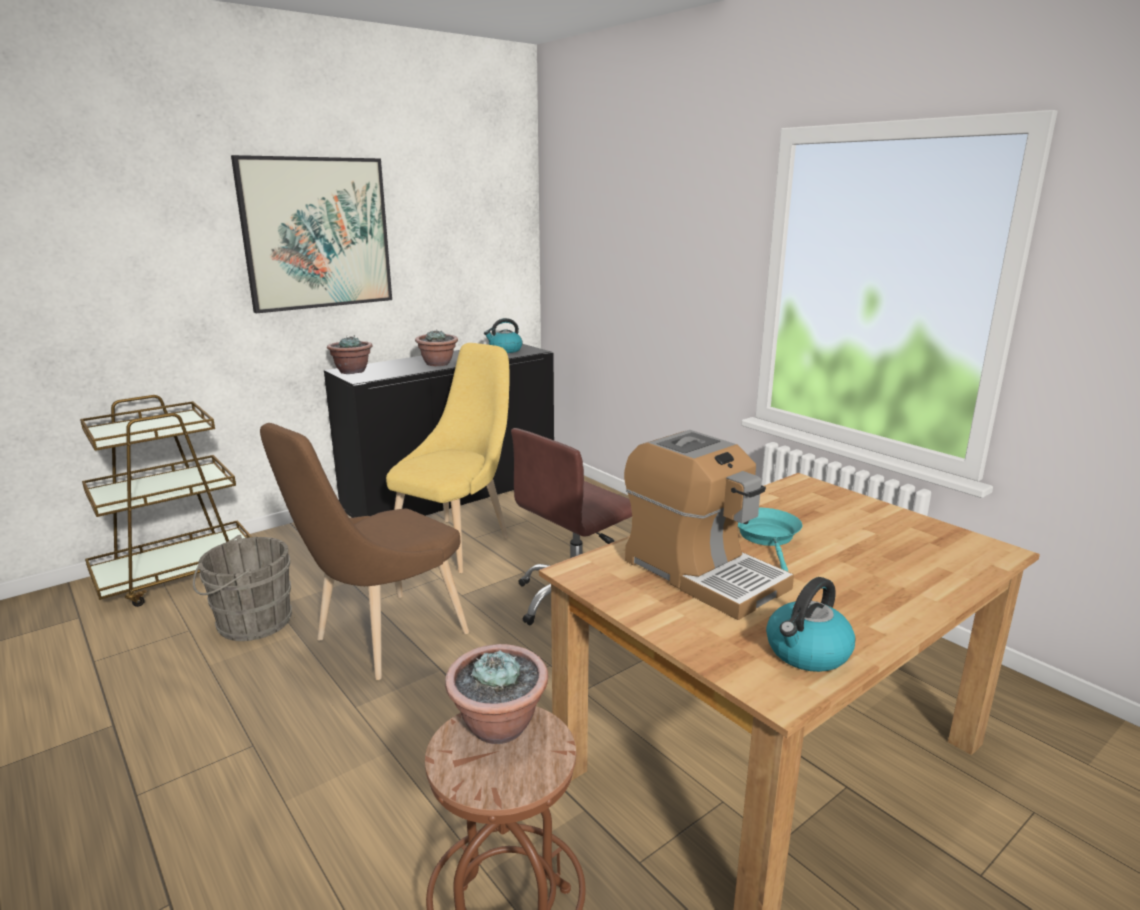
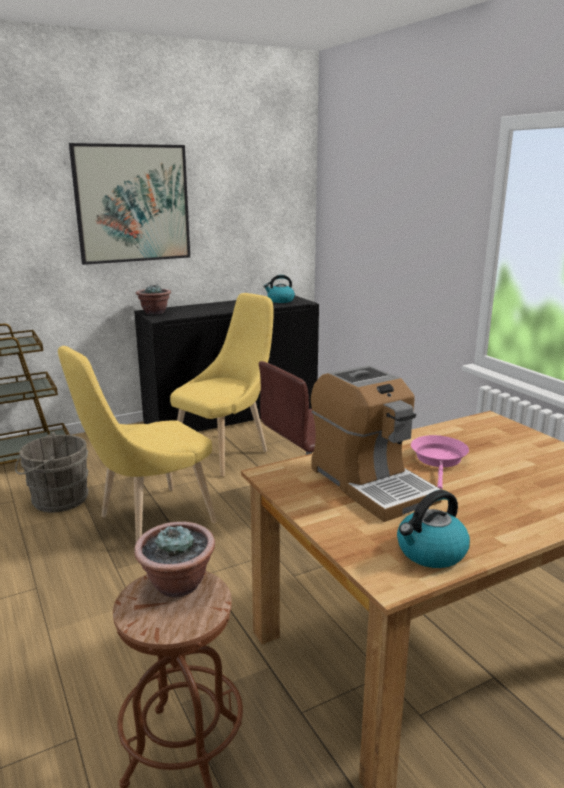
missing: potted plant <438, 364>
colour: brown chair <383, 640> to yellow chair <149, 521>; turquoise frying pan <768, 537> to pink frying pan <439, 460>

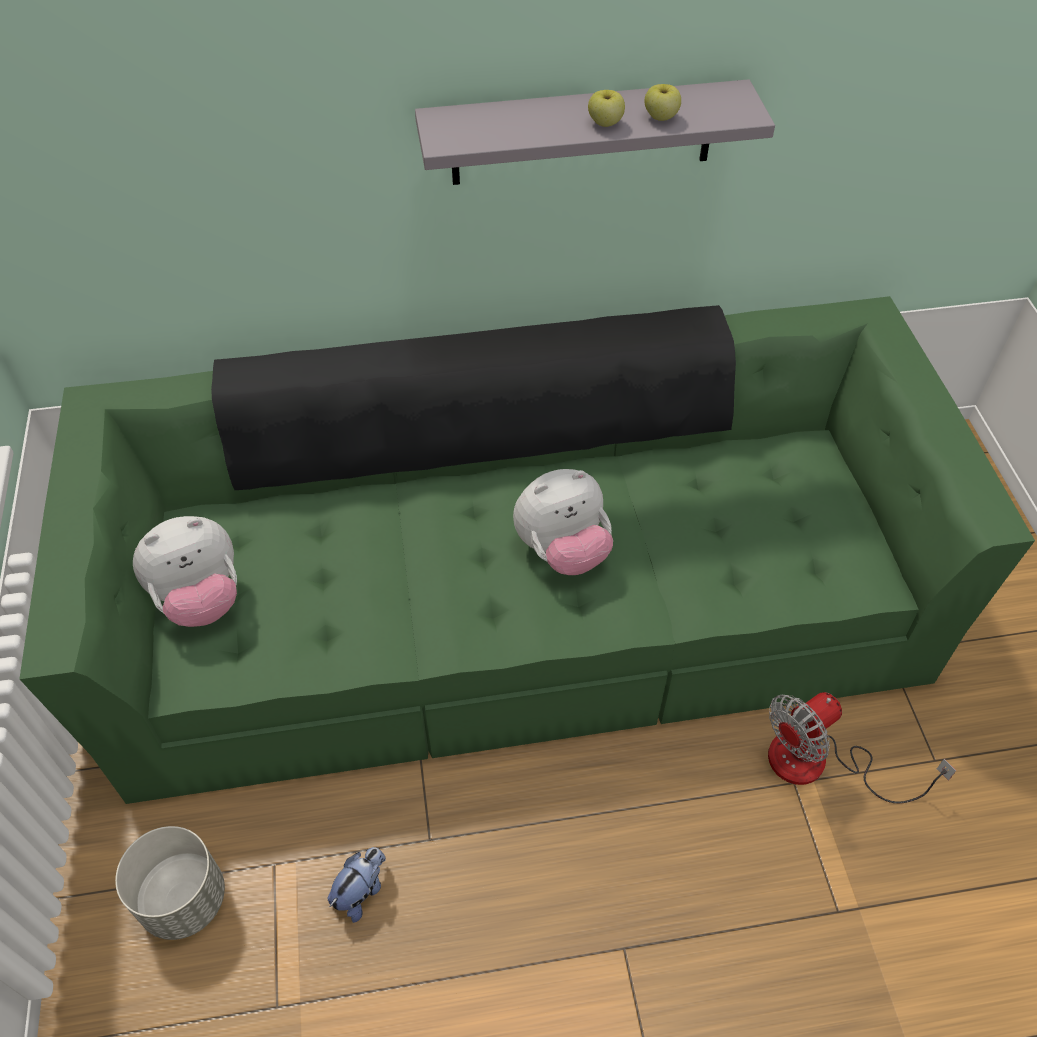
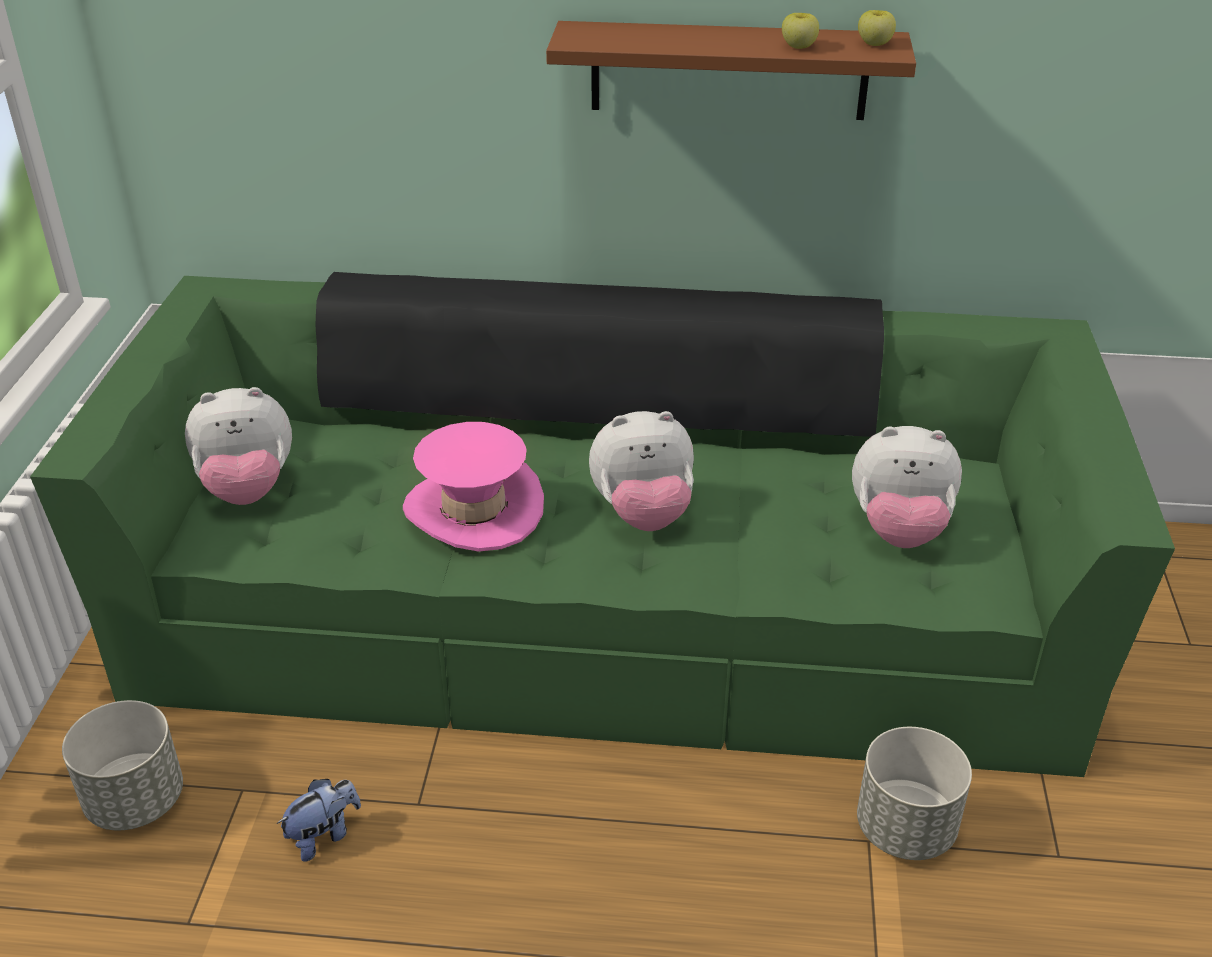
appeared: pink hat <474, 509>; plush toy <899, 530>
relocated: apple <605, 123> to <874, 44>
exchanged: fan <818, 764> to grey planter <906, 829>
colour: grey shelf <582, 133> to brown shelf <729, 70>

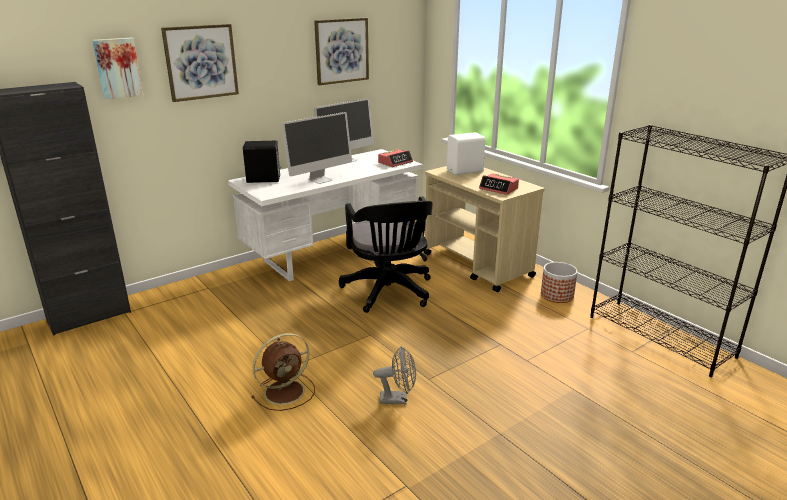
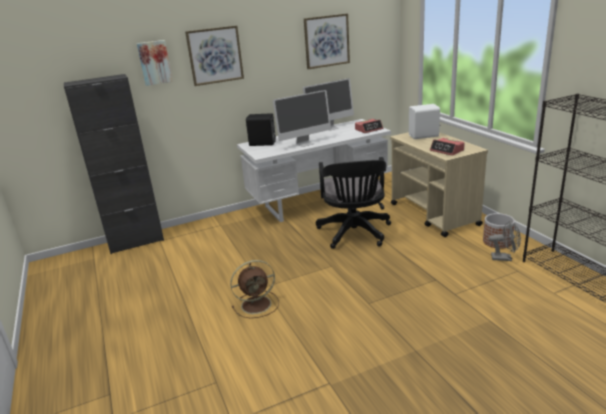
relocated: grey fan <398, 399> to <504, 258>

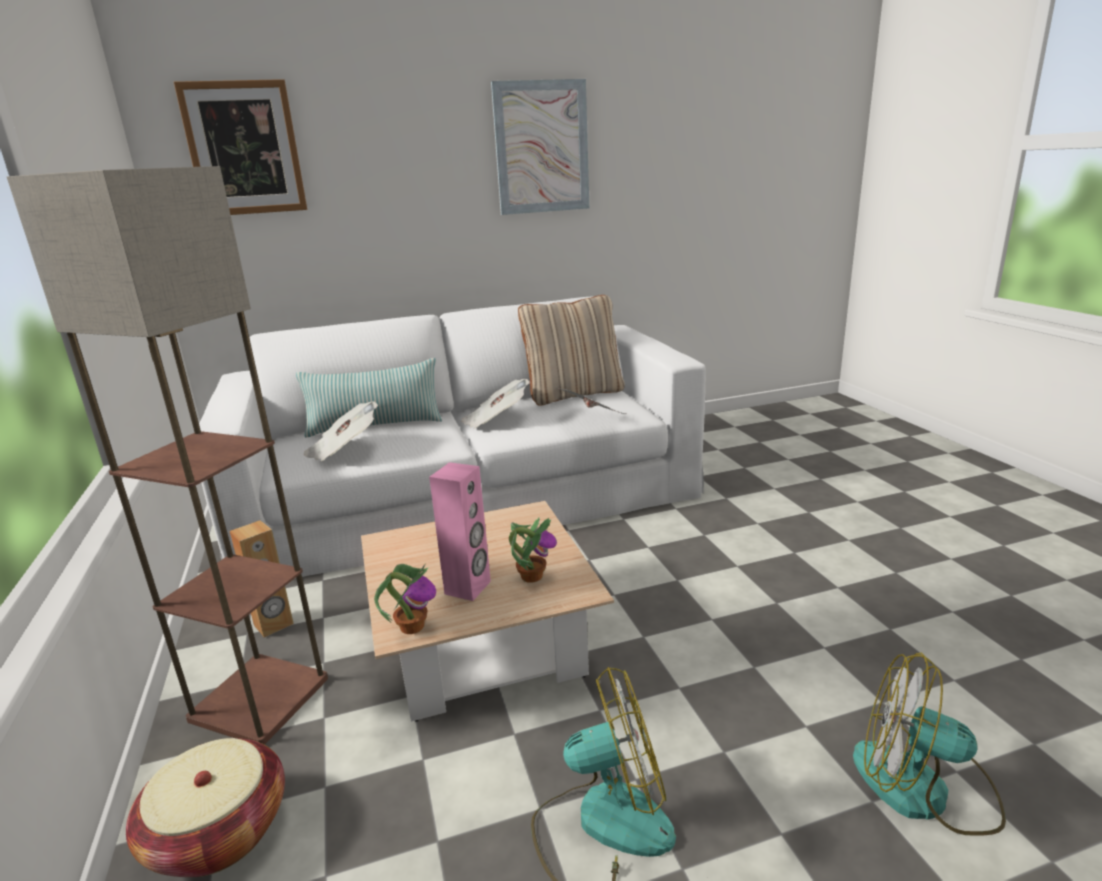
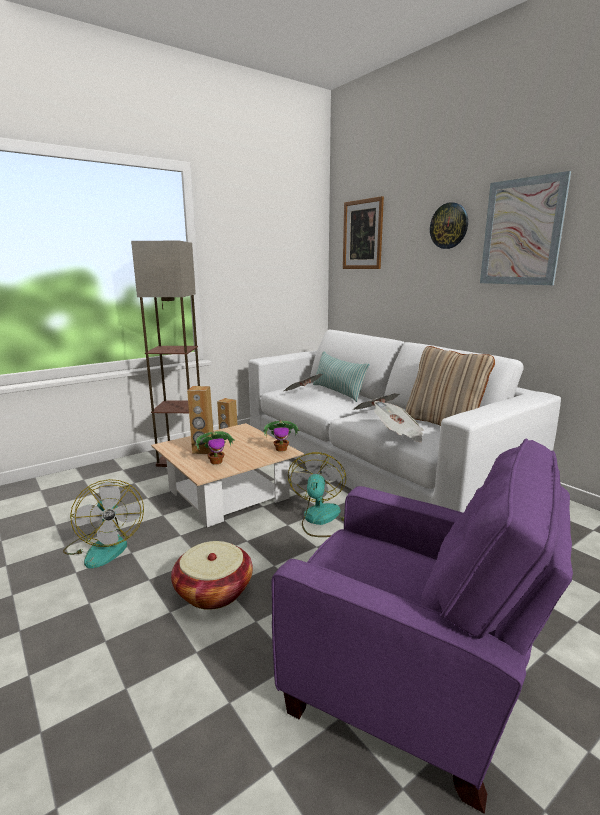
appeared: wall clock <449, 226>; purple armchair <409, 687>
relocated: potted plant <412, 626> to <281, 449>; fan <923, 788> to <322, 520>; basket <218, 832> to <214, 591>
colour: pink speaker <468, 588> to brown speaker <203, 450>

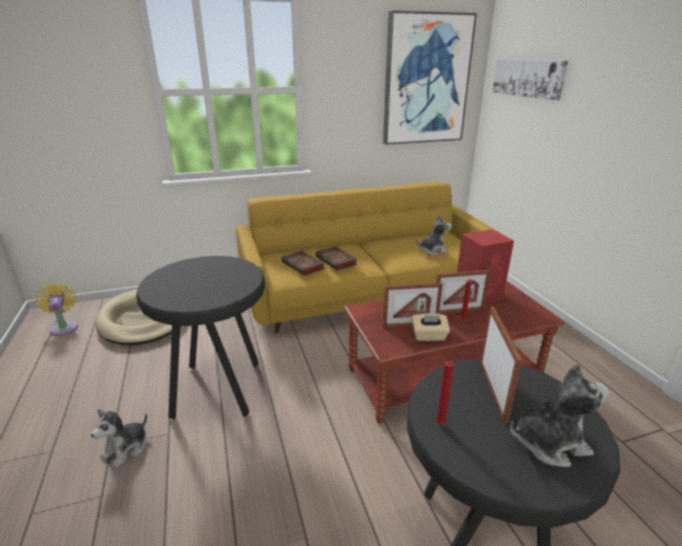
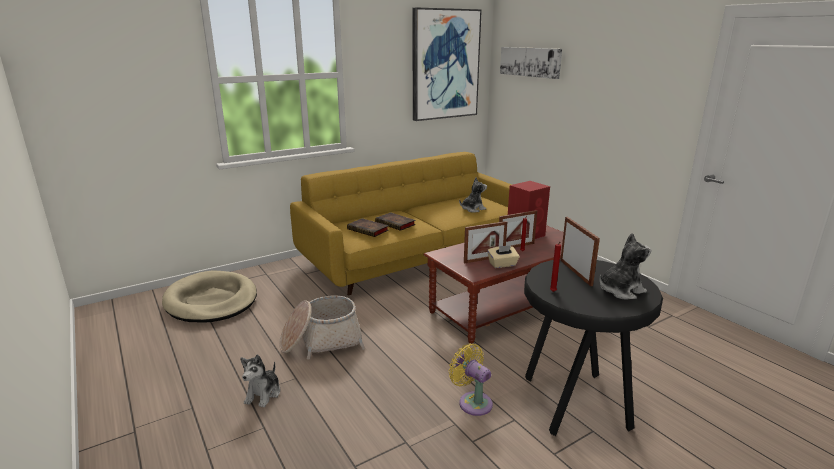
relocated: yellow fan <64, 327> to <472, 402>
exchanged: black stool <219, 388> to basket <321, 341>

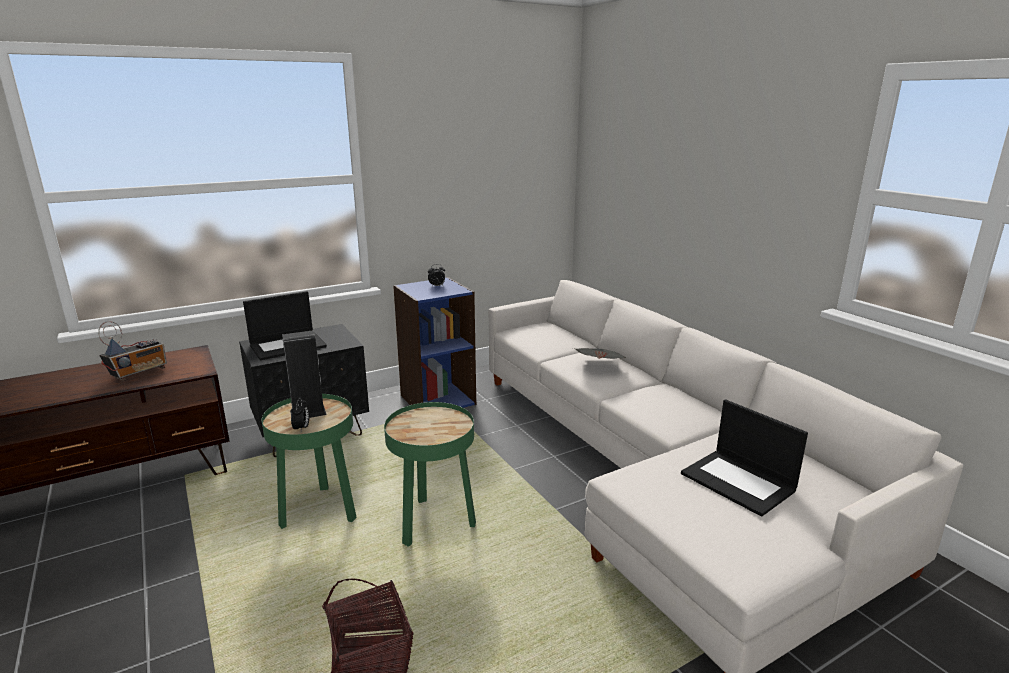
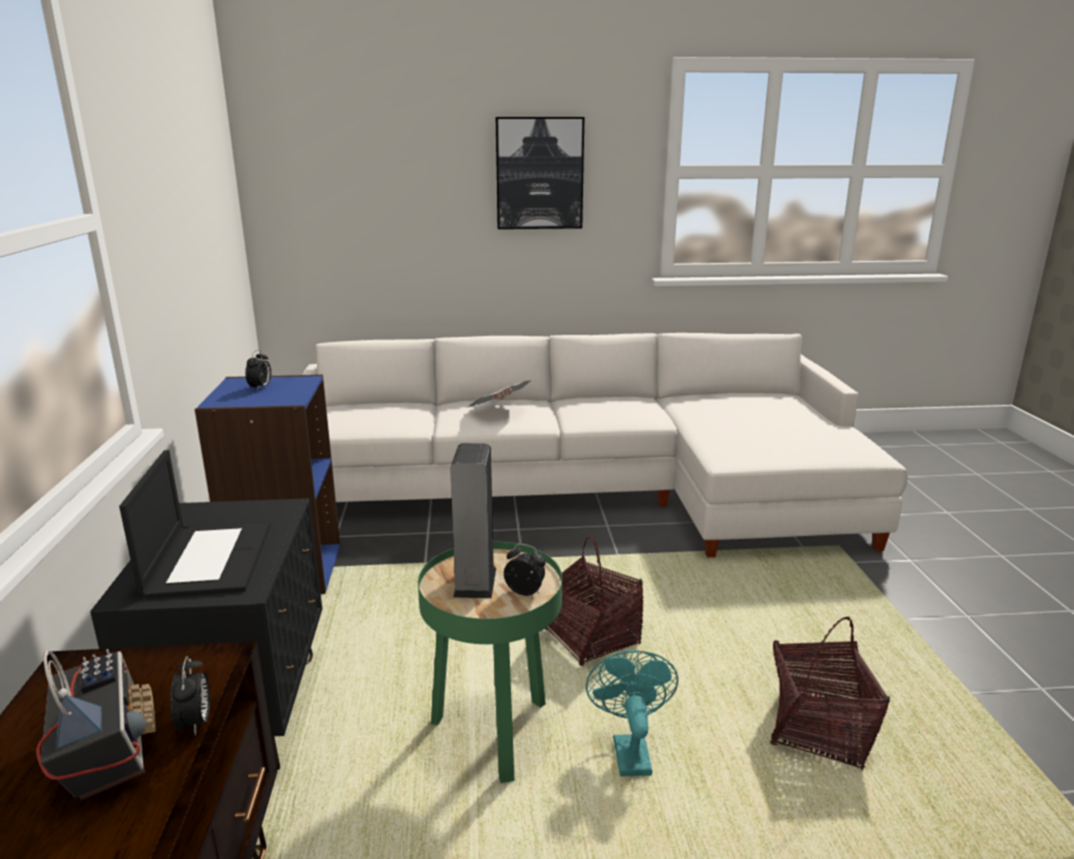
missing: laptop <739, 482>
appeared: picture <539, 173>; turquoise fan <629, 750>; alarm clock <195, 723>
exchanged: green side table <433, 523> to basket <590, 637>

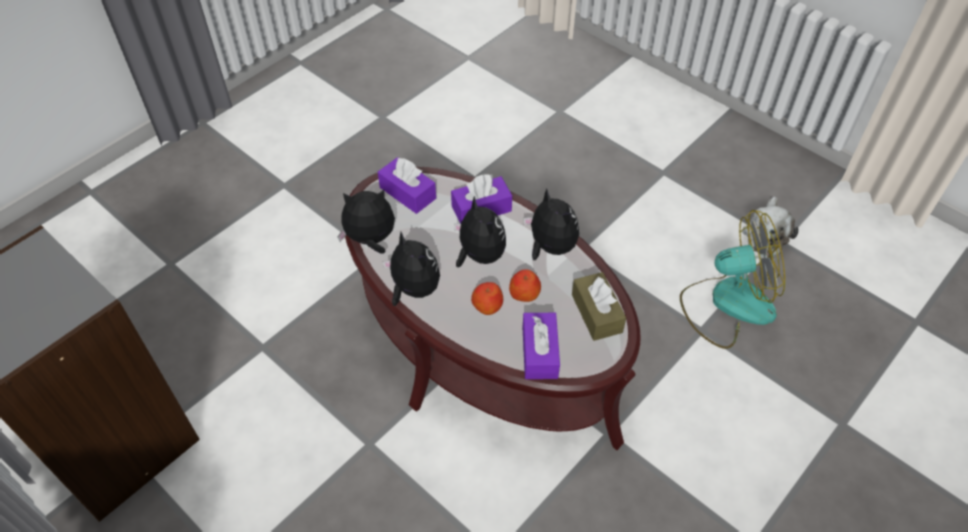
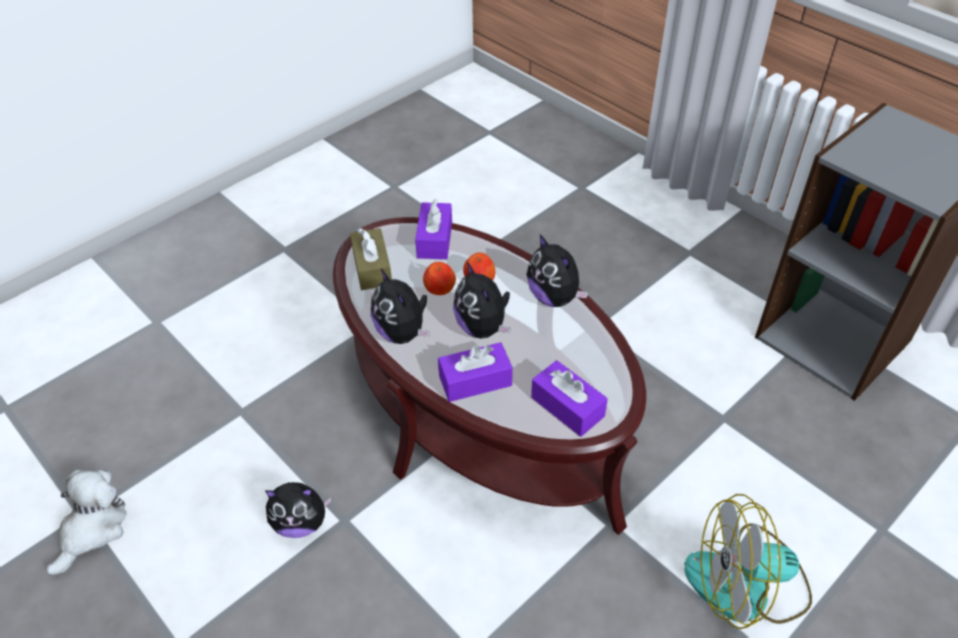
relocated: plush toy <370, 240> to <301, 523>; fan <727, 303> to <746, 586>

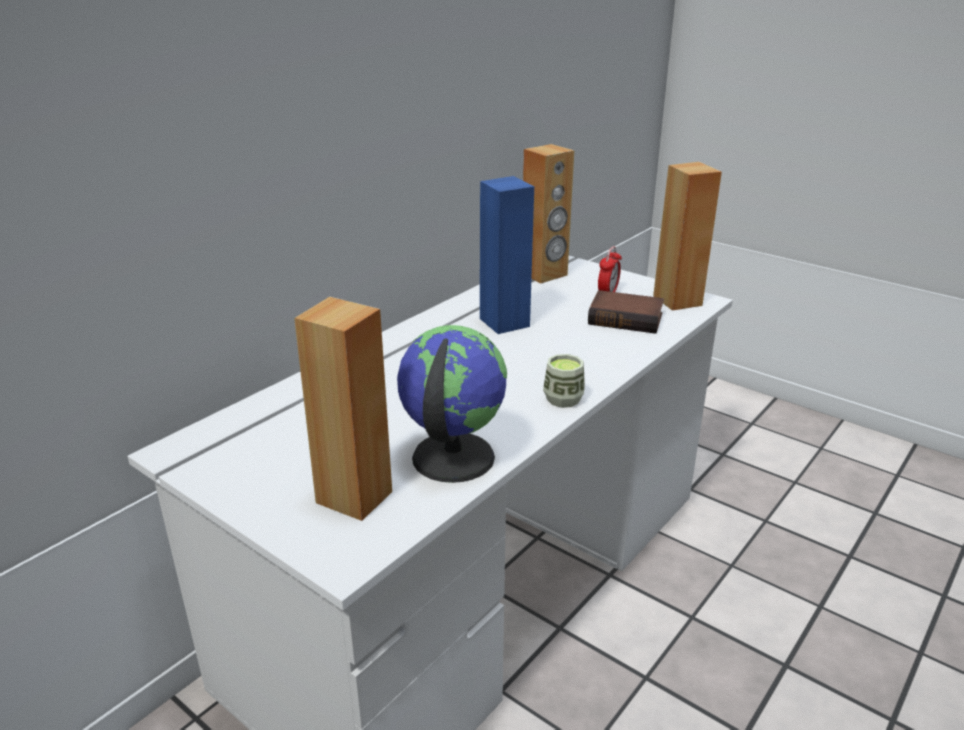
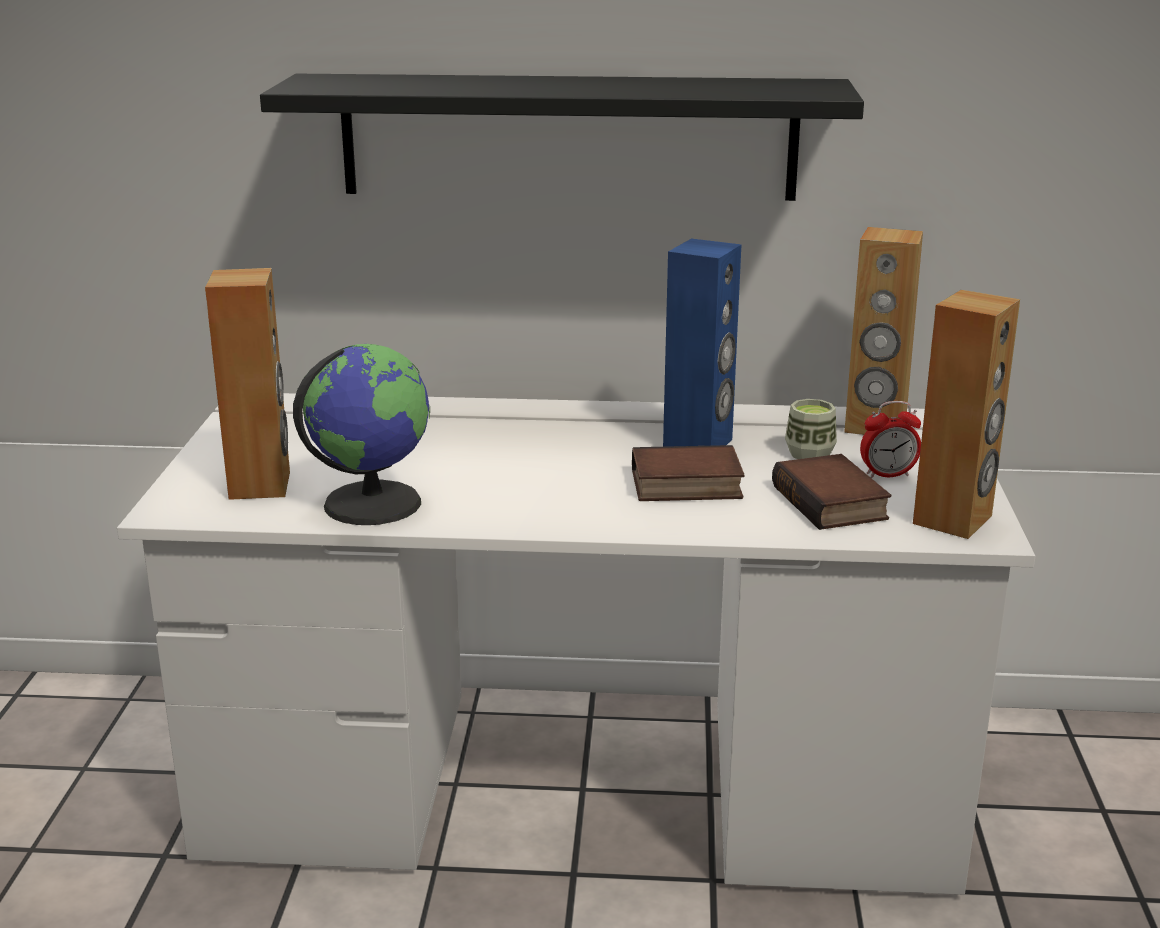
appeared: black shelf <568, 137>; book <685, 486>
relocated: cup <563, 399> to <809, 454>

